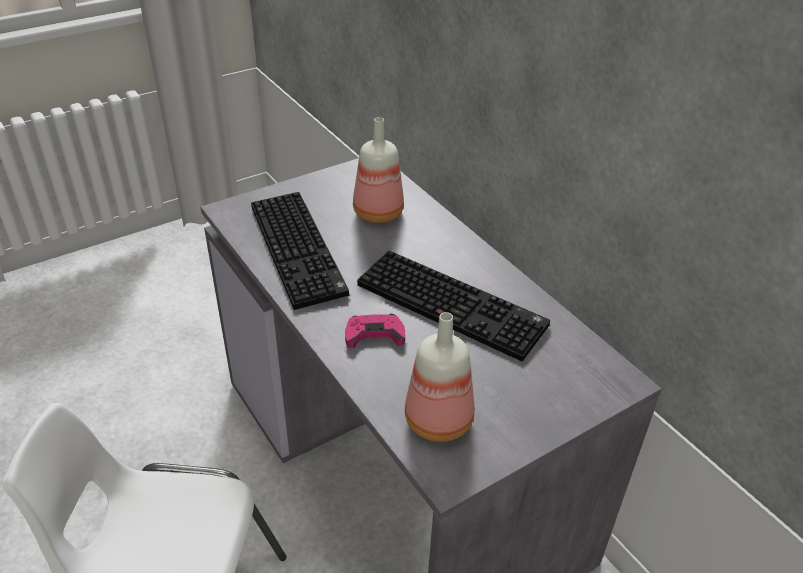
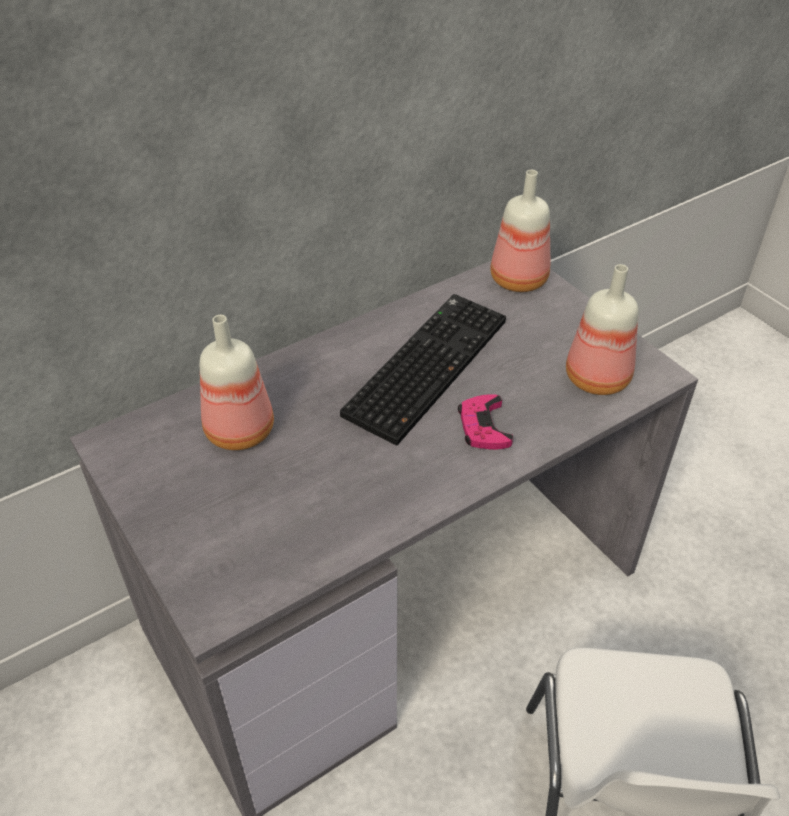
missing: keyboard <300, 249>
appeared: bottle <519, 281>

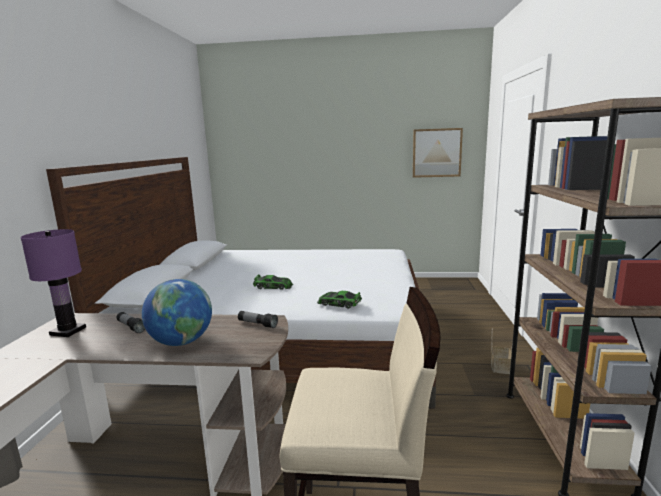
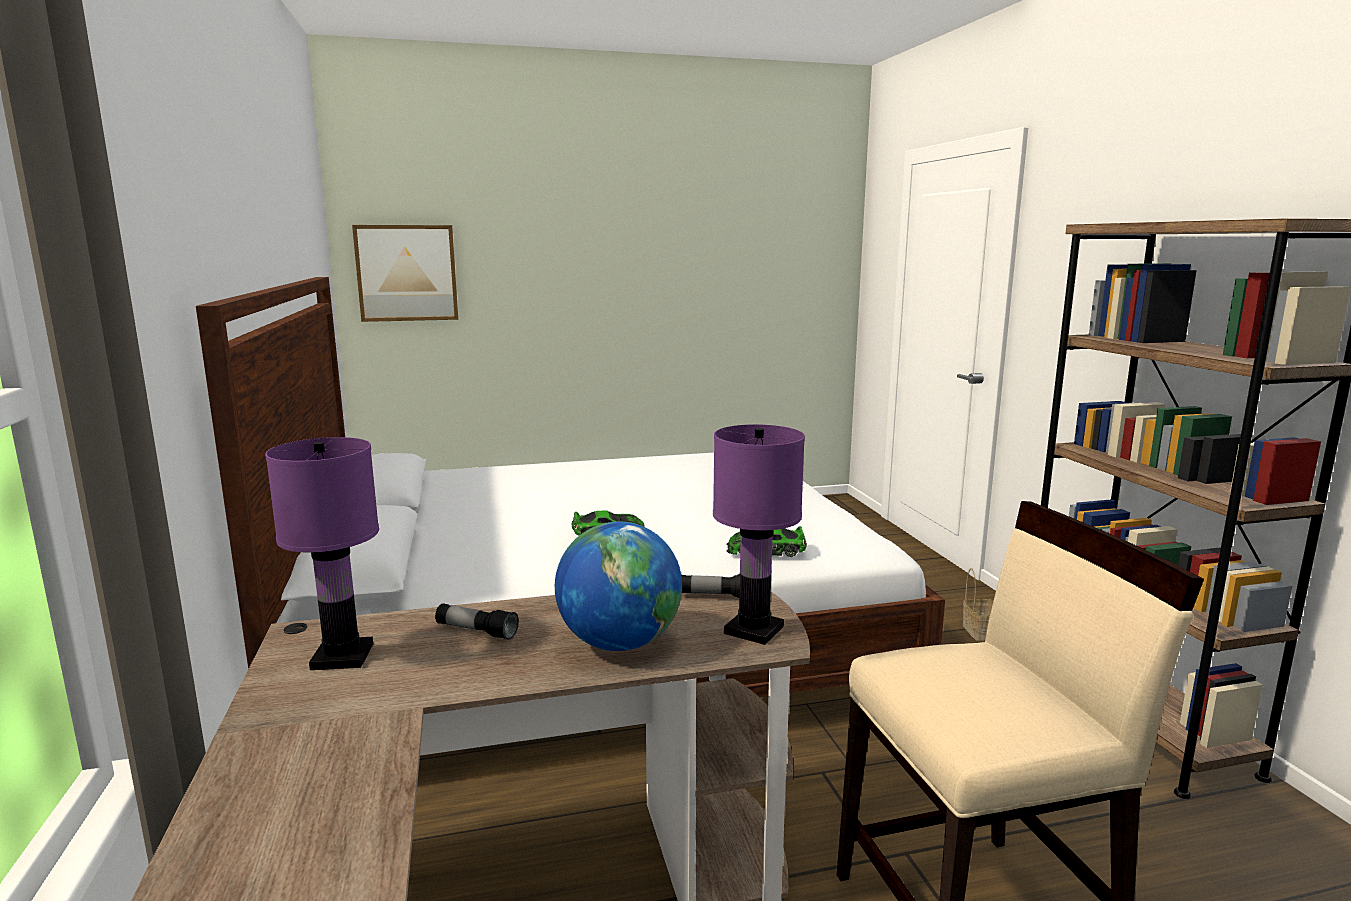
appeared: purple table lamp <753, 629>
relocated: picture <436, 153> to <407, 273>

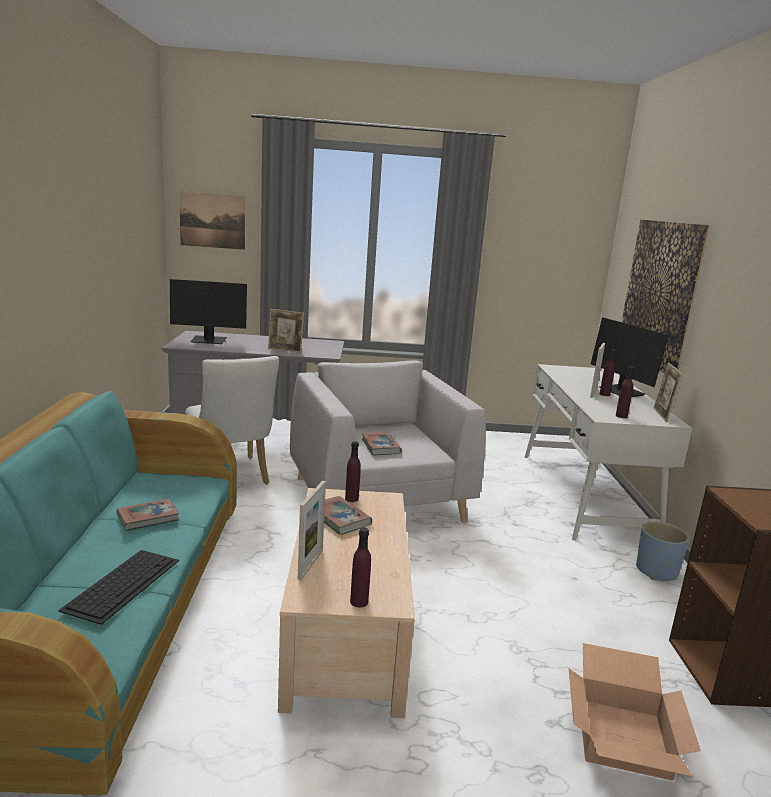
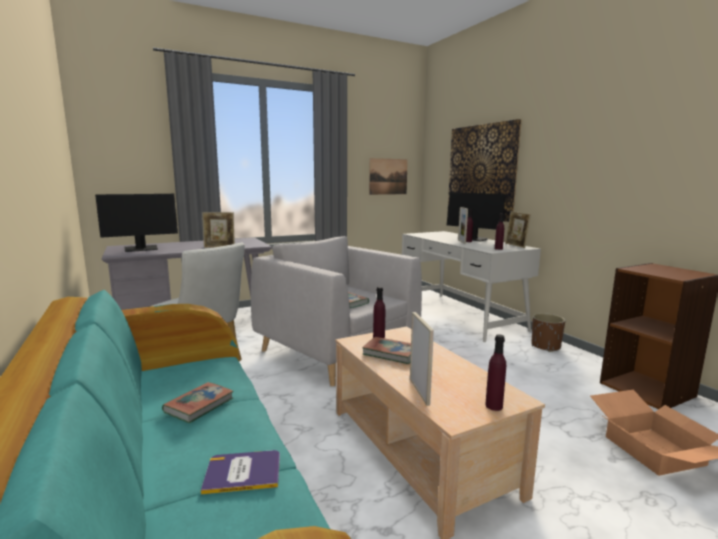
relocated: picture <212, 220> to <388, 176>
exchanged: keyboard <123, 583> to book <243, 472>
colour: blue planter <657, 571> to brown planter <546, 346>

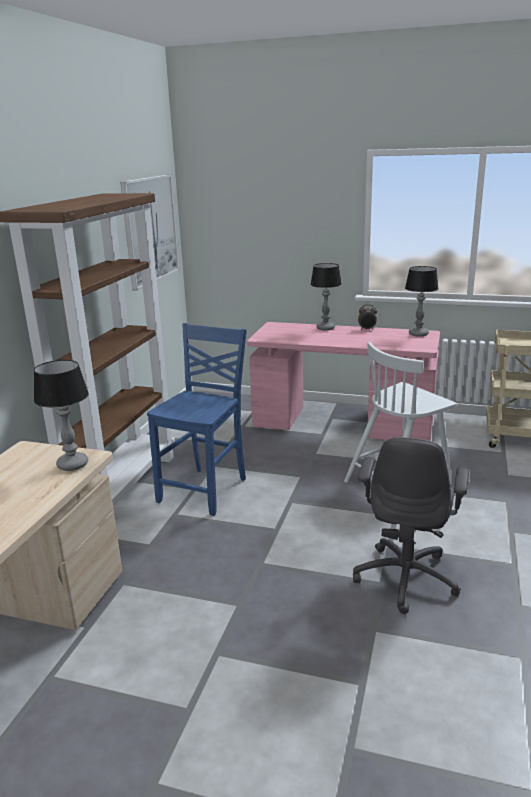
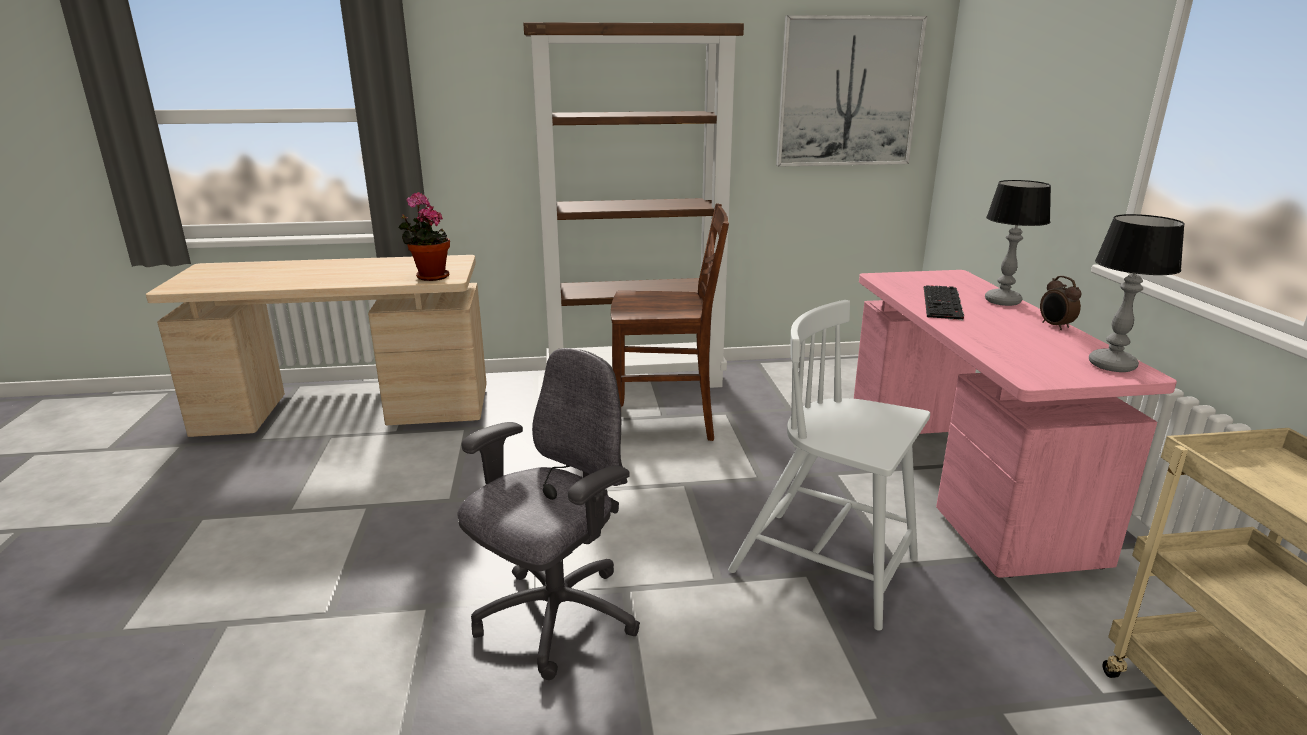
appeared: keyboard <944, 303>
exchanged: table lamp <72, 465> to potted plant <429, 277>
colour: blue chair <205, 490> to brown chair <666, 423>
spun: grey office chair <406, 577> = <555, 618> 135 degrees clockwise

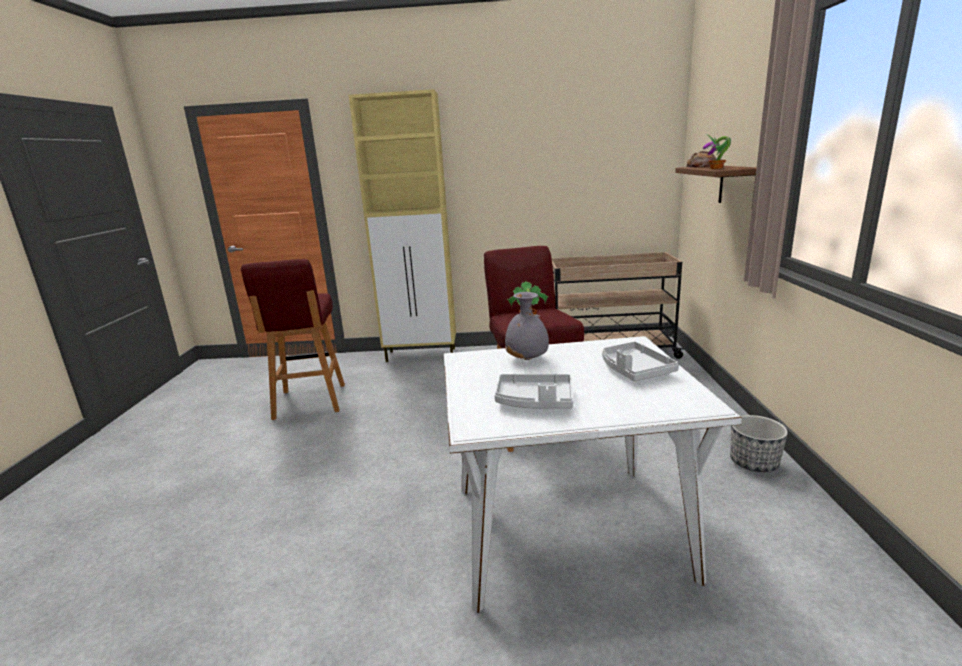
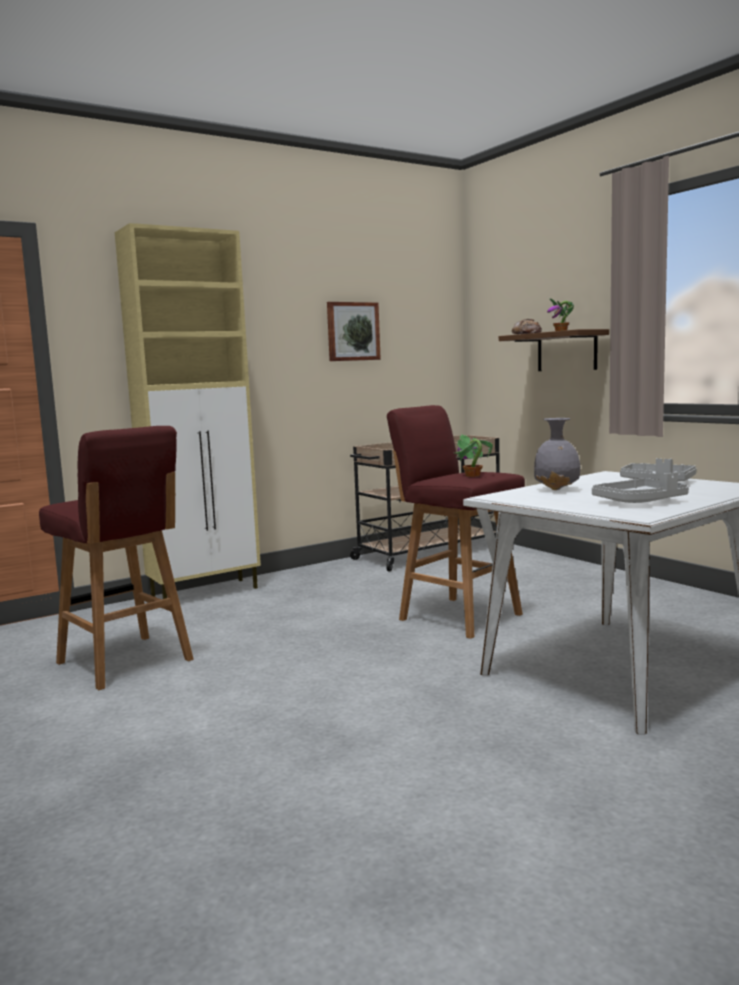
missing: planter <754, 463>
appeared: picture <352, 331>

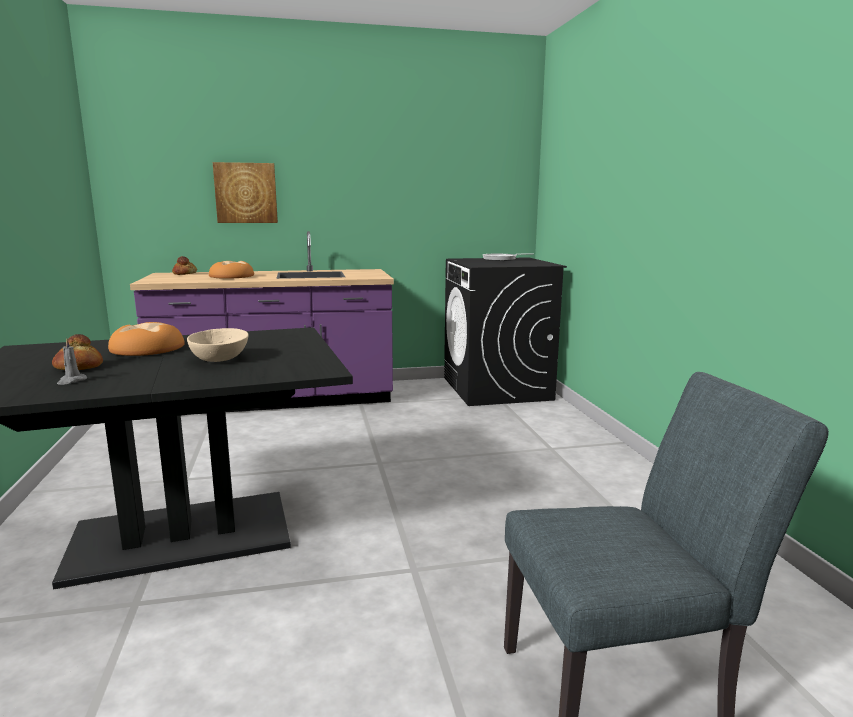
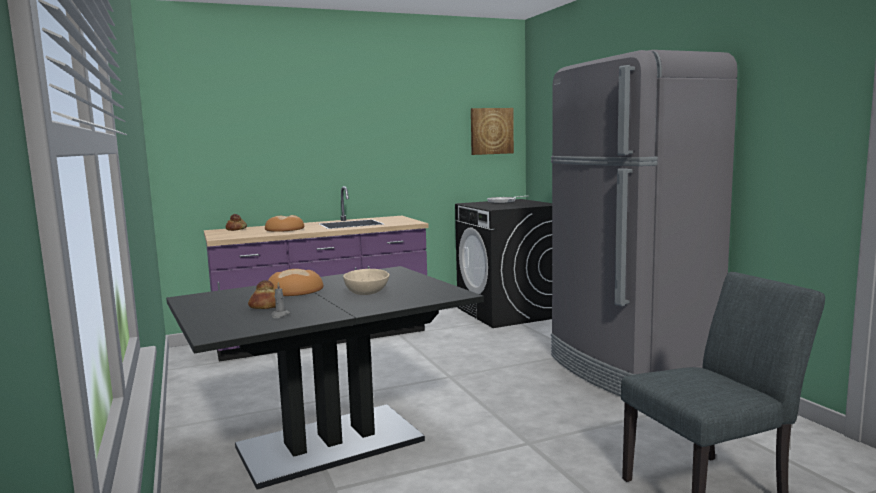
appeared: grey fridge <628, 370>
relocated: picture <246, 193> to <491, 131>

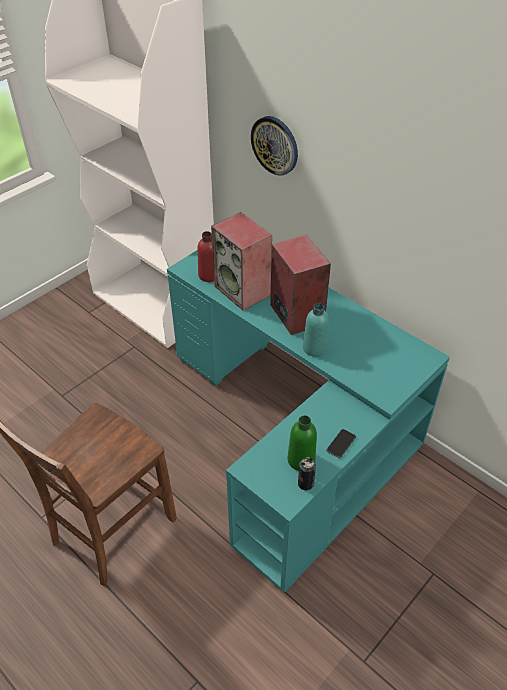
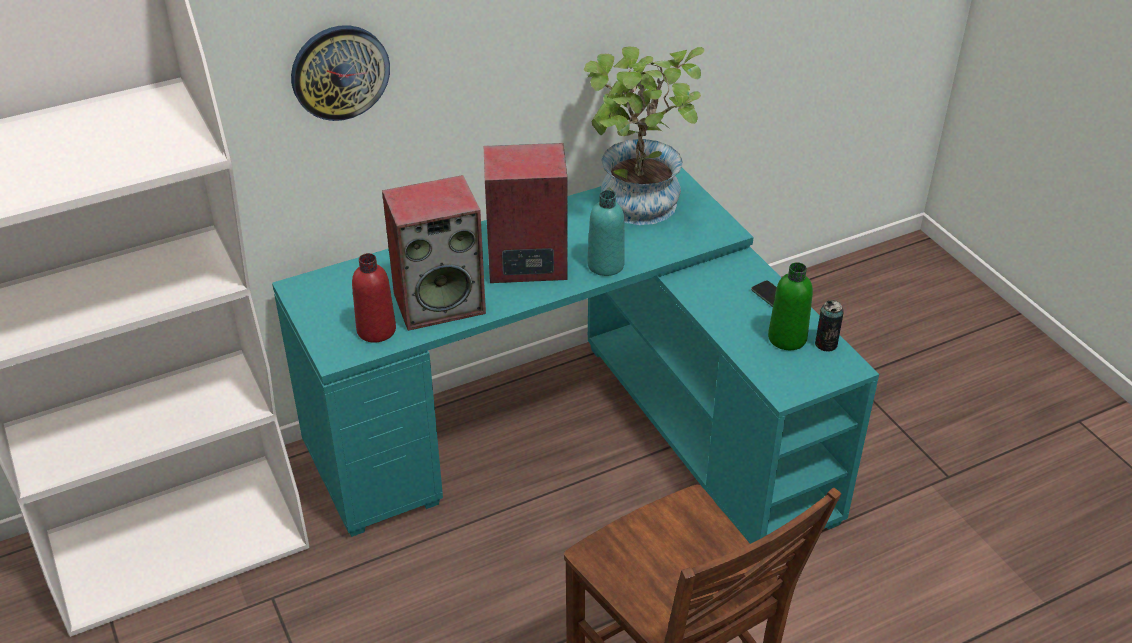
appeared: potted plant <637, 210>

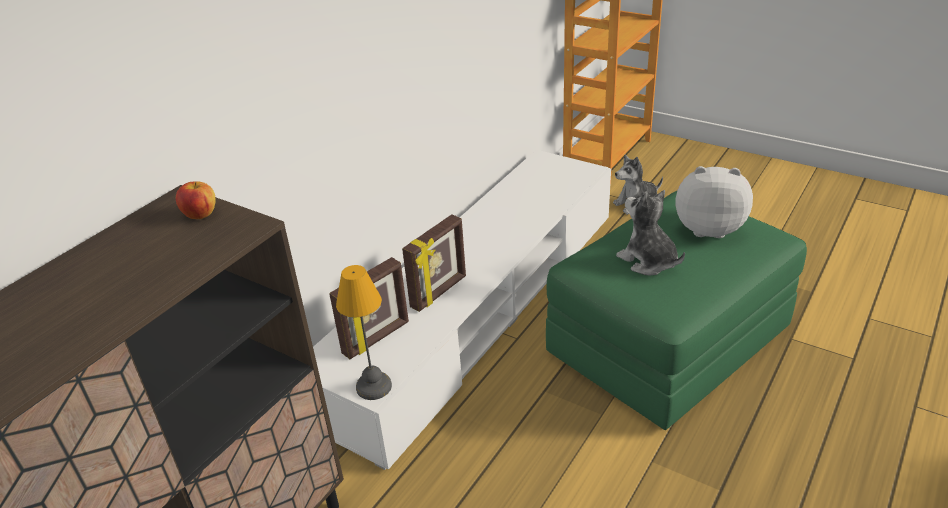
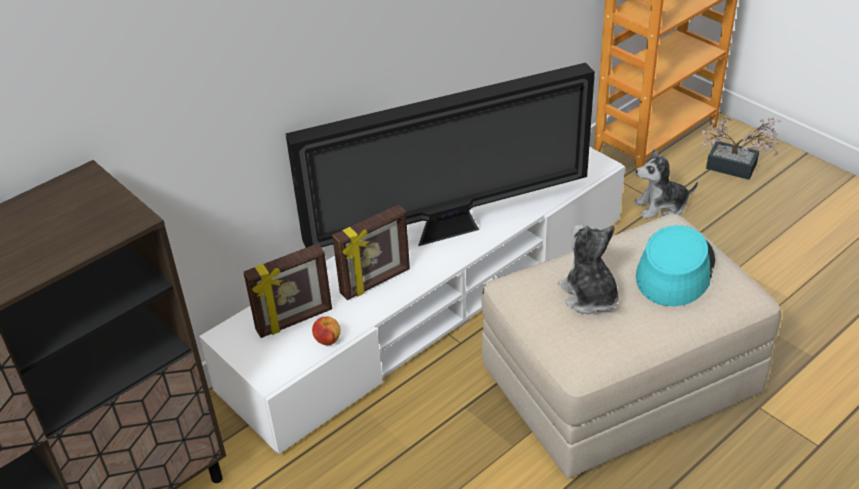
missing: table lamp <375, 386>
appeared: television <450, 231>; potted plant <737, 168>
relocated: apple <200, 214> to <327, 340>
exchanged: plush toy <708, 228> to turquoise hat <675, 270>
colour: green ottoman <668, 343> to beige ottoman <618, 383>

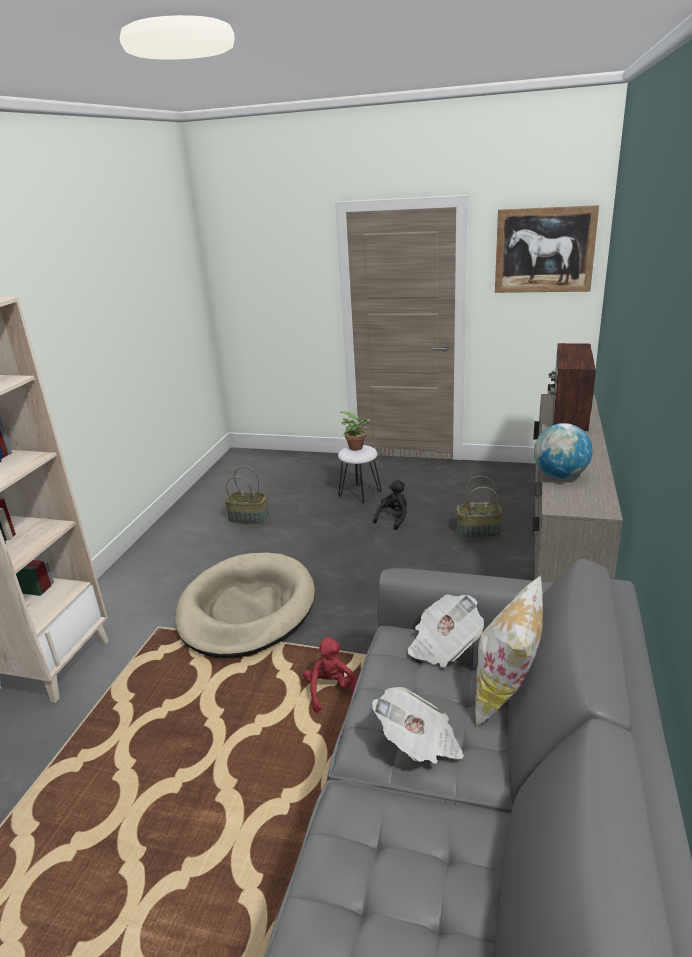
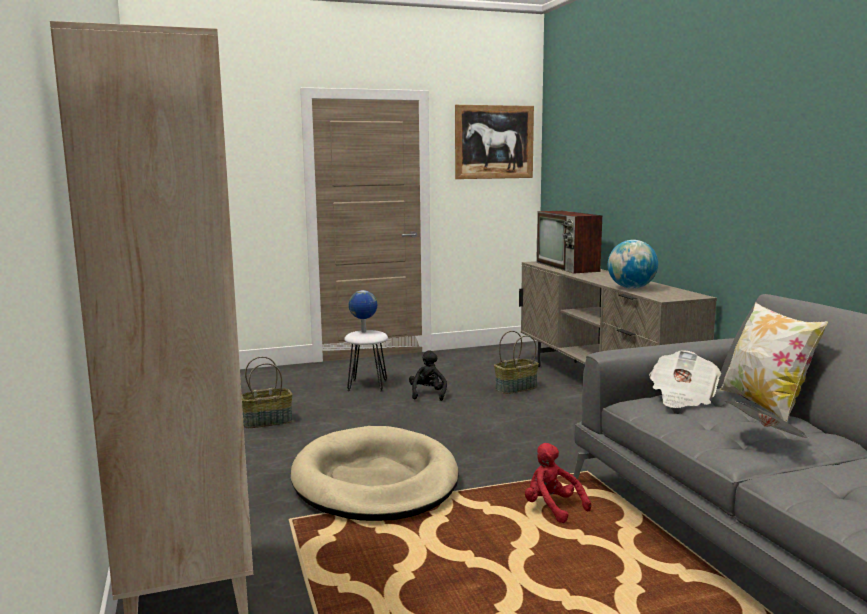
exchanged: potted plant <357, 448> to globe <363, 332>

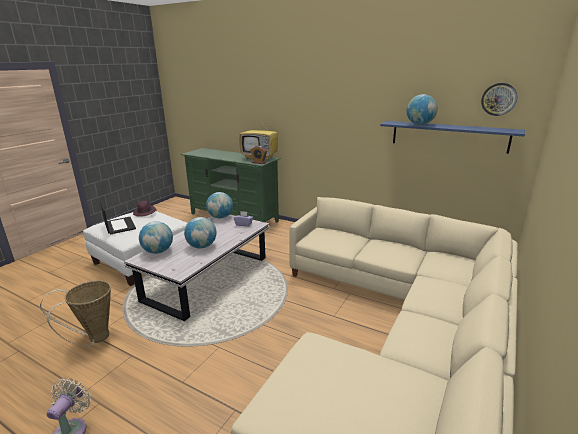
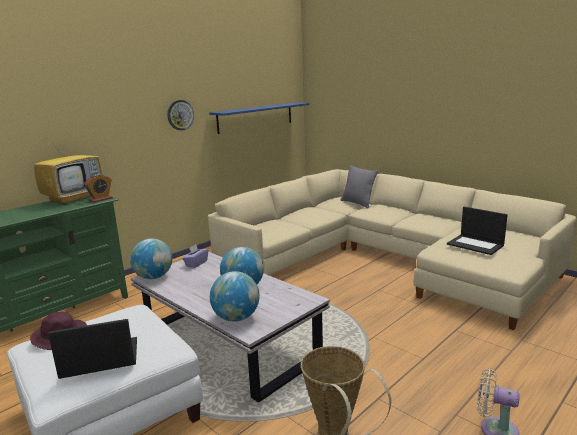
missing: globe <420, 124>
appeared: grey pillow <358, 203>; laptop <476, 245>
relocated: wall clock <499, 99> to <180, 115>

